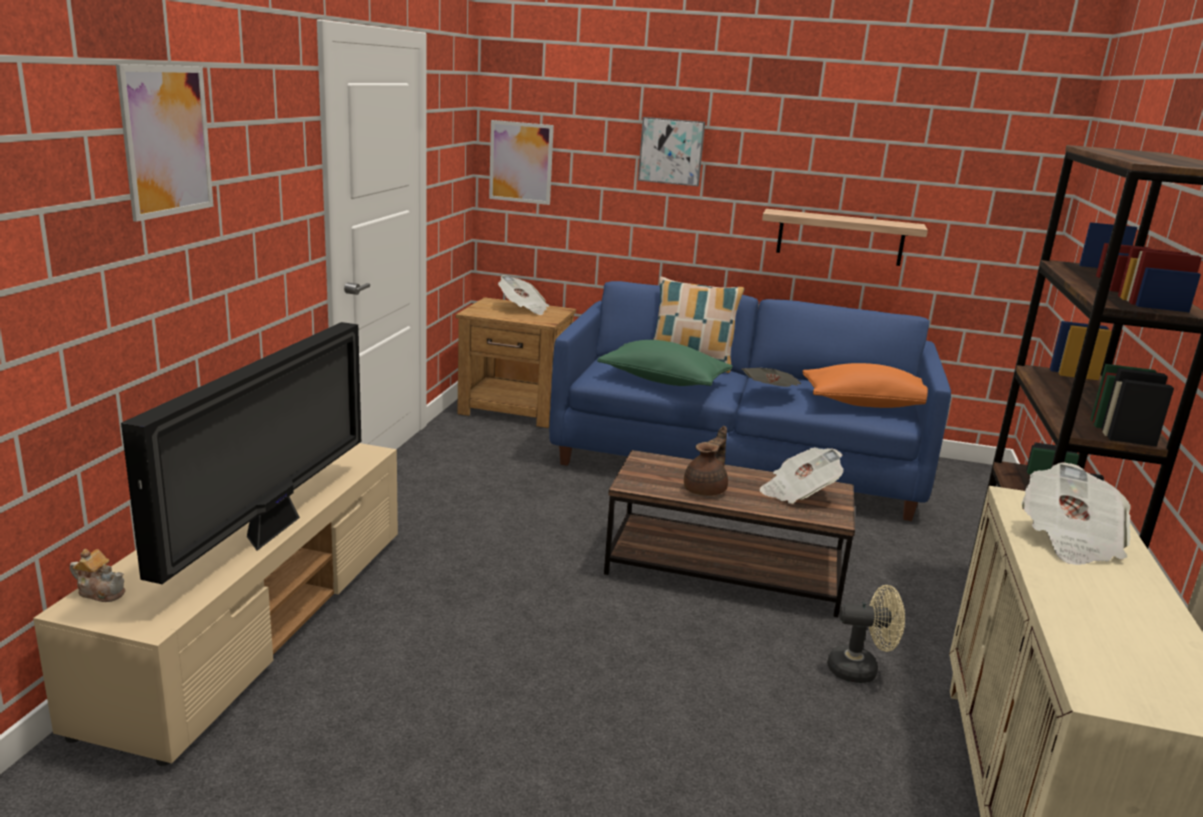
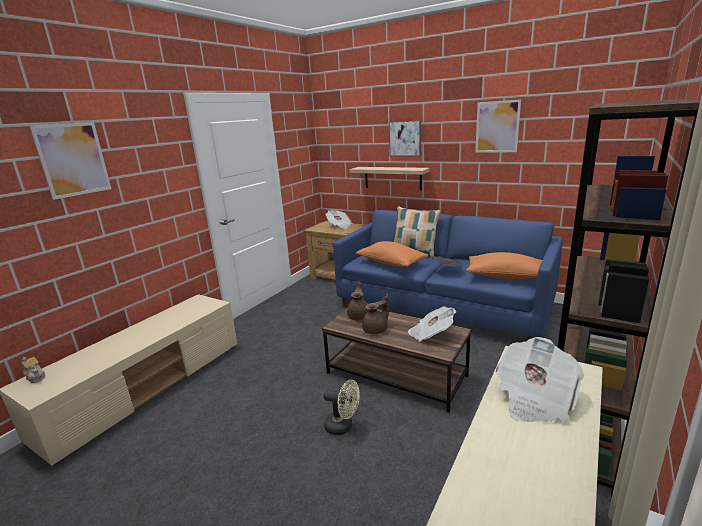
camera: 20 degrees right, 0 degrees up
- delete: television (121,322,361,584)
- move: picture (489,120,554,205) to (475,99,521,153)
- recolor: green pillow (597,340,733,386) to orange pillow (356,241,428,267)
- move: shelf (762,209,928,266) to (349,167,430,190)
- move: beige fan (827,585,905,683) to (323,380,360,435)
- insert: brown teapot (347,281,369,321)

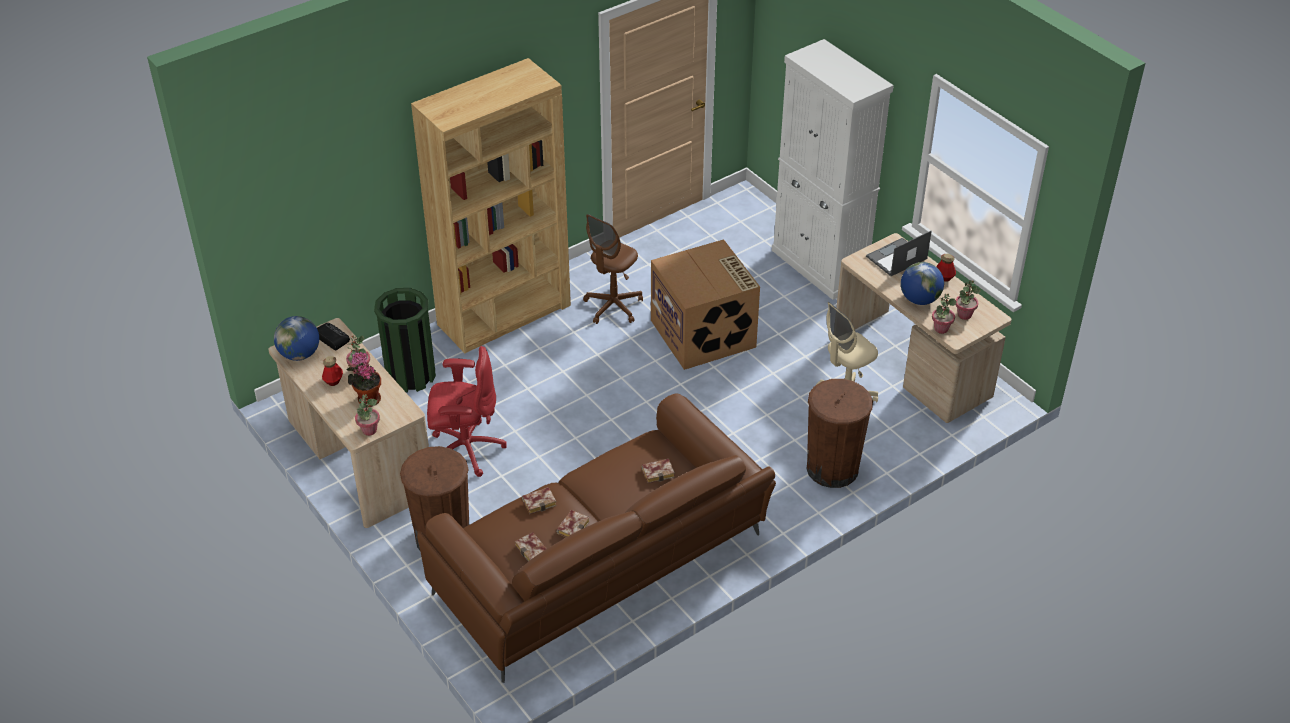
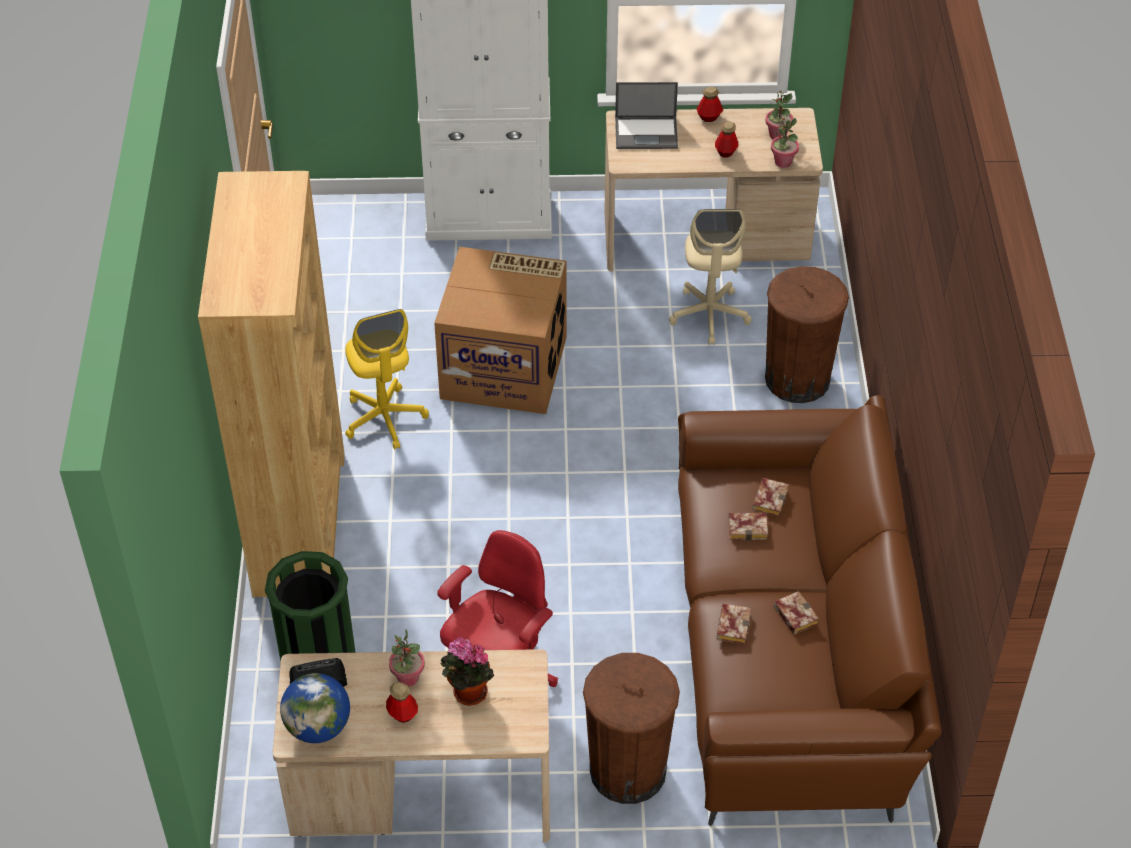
camera: 55 degrees left, 5 degrees up
- delete: potted plant (355,394,380,436)
- move: book (515,532,547,561) to (728,513,768,541)
- recolor: brown office chair (583,214,643,324) to yellow office chair (345,309,429,449)
- rotate: laptop (866,231,931,276) = (615,82,678,149) 90 degrees counterclockwise
- replace: globe (901,262,944,305) to bottle (715,121,738,157)

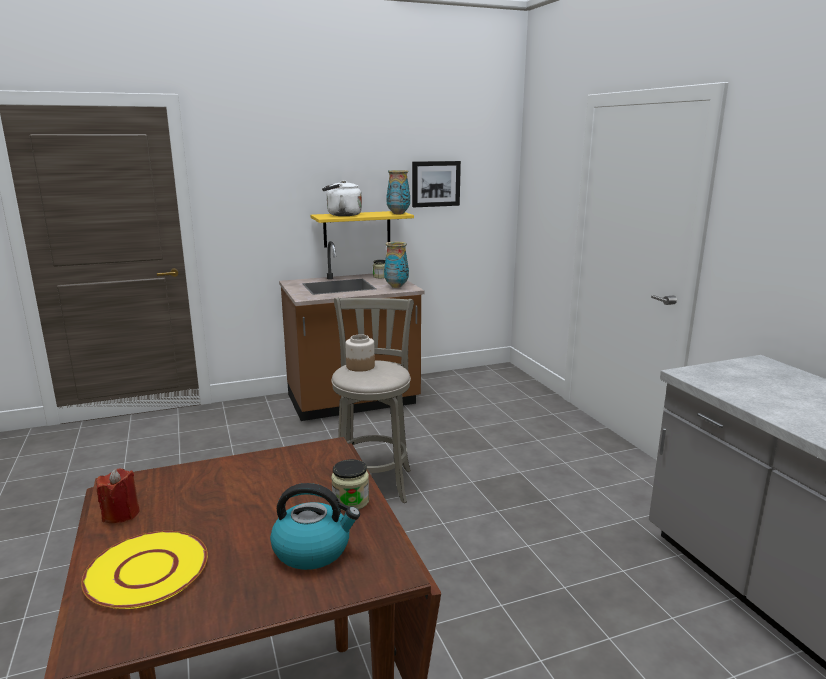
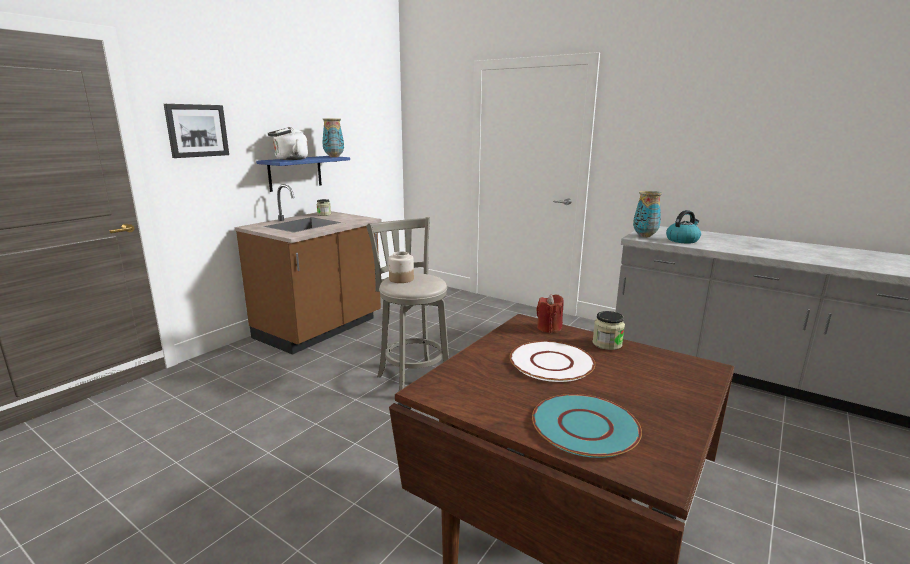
camera: 35 degrees left, 0 degrees up
- recolor: yellow plate (81,531,208,609) to turquoise plate (532,394,642,458)
- move: red candle (96,468,140,523) to (536,294,564,333)
- move: kettle (270,483,360,570) to (666,210,701,243)
- recolor: yellow shelf (310,211,414,248) to blue shelf (256,156,350,192)
- move: vase (384,242,409,288) to (633,191,662,237)
- move: picture (412,161,461,207) to (164,104,229,158)
- insert: white plate (510,341,595,382)

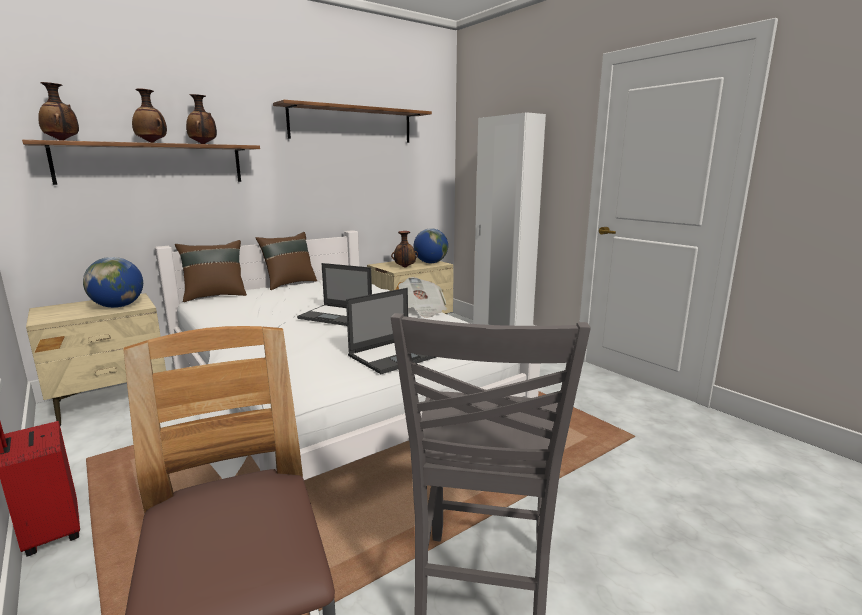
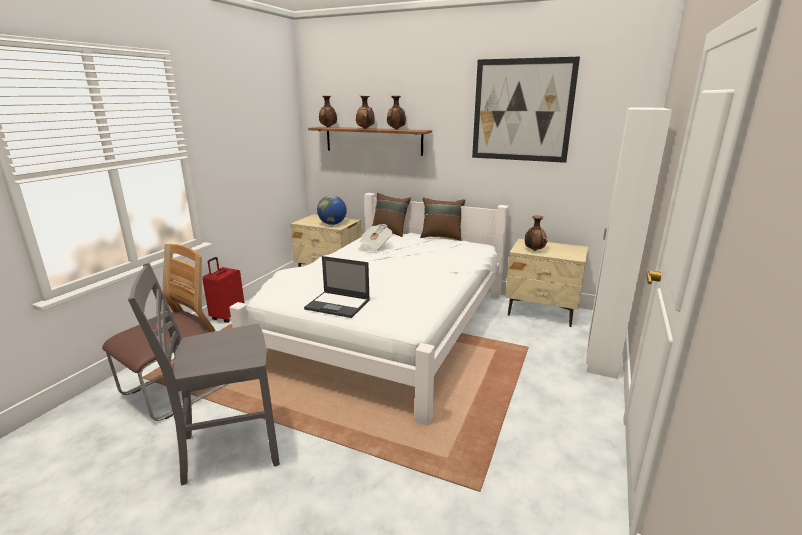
camera: 60 degrees right, 5 degrees up
- replace: shelf (273,100,432,143) to picture (472,57,580,163)
- delete: laptop (297,263,372,326)
- move: newspaper (398,277,447,318) to (358,224,392,252)
- delete: globe (414,228,448,263)

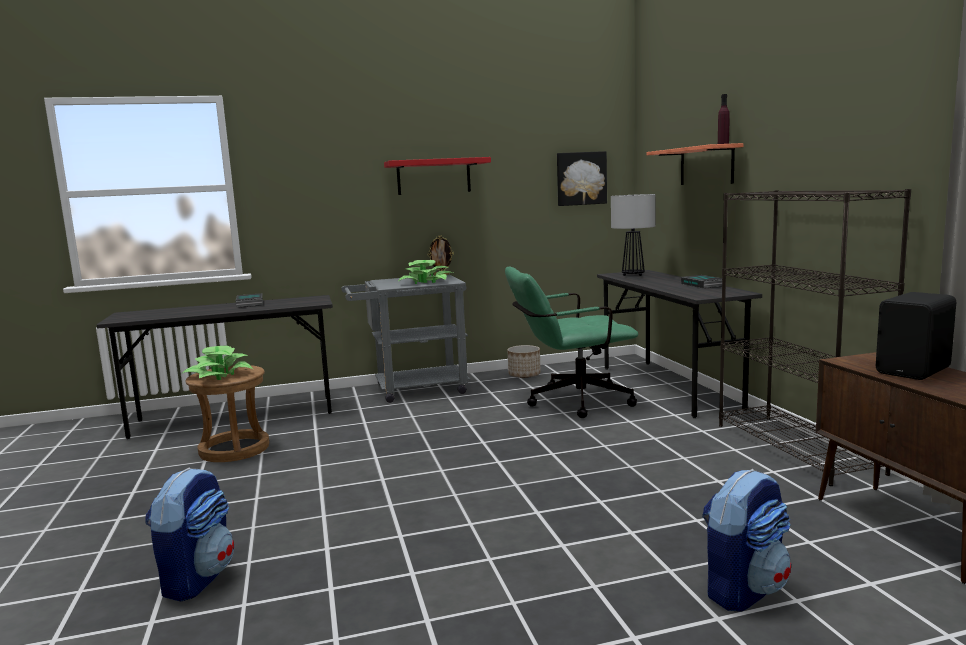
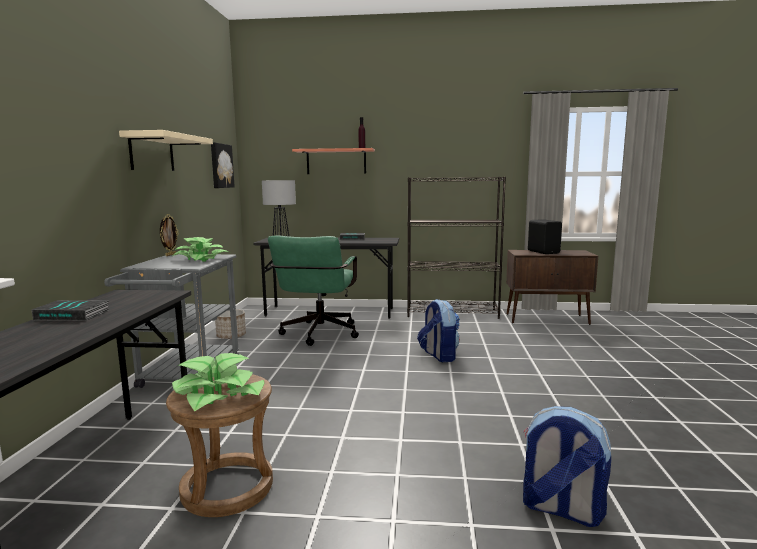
camera: 70 degrees left, 0 degrees up
- recolor: red shelf (384,157,491,195) to beige shelf (119,130,213,171)
- move: backpack (702,469,791,612) to (417,299,460,362)

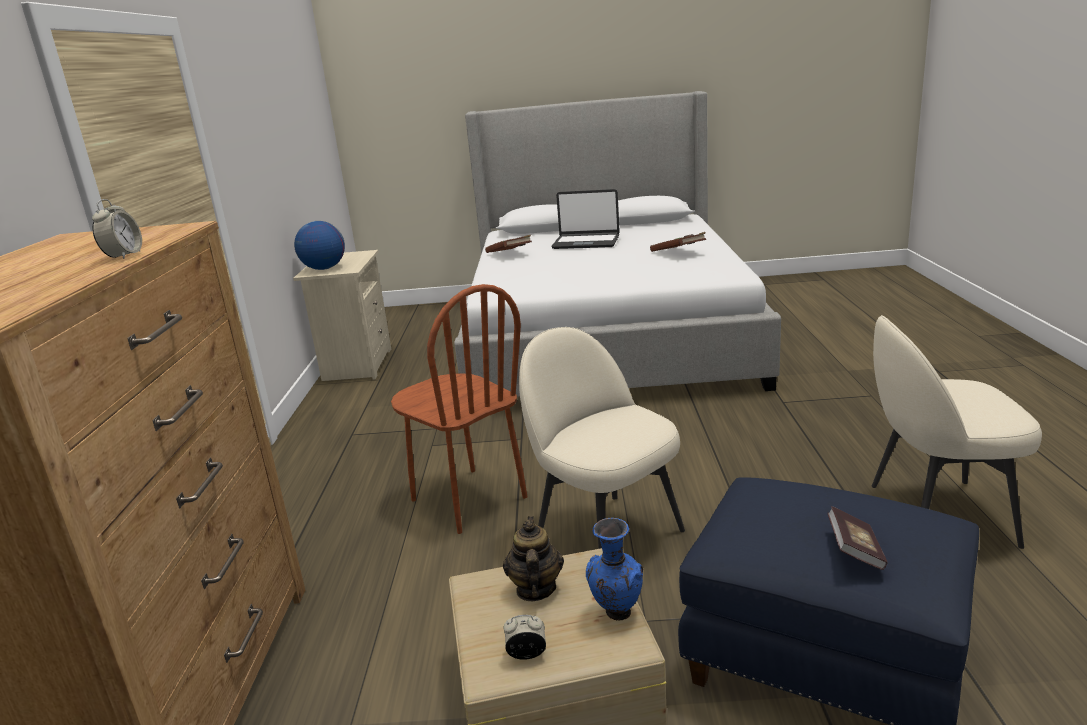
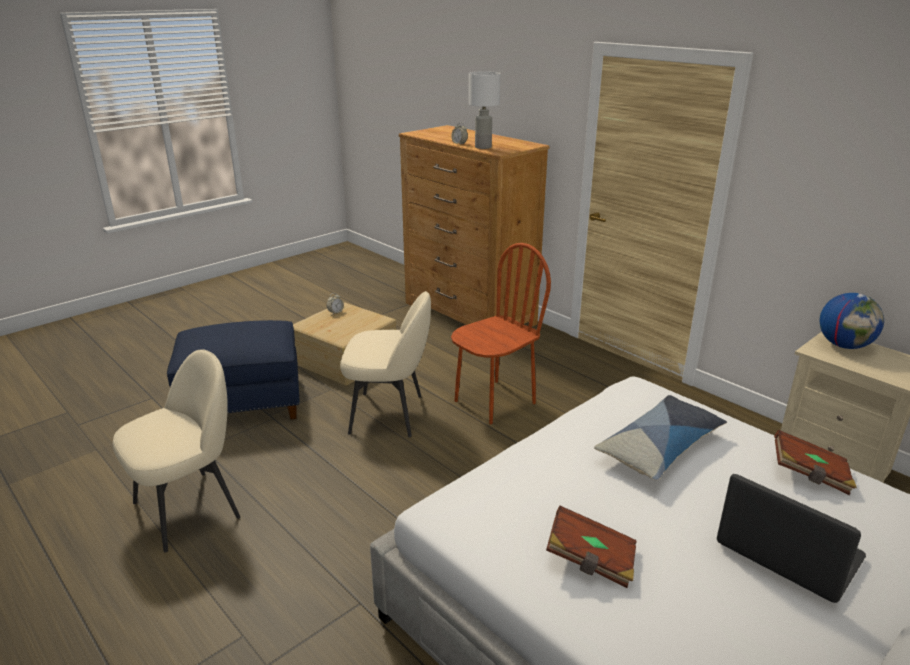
camera: 135 degrees right, 5 degrees up
- rotate: brown chair (391,284,528,534) = (451,243,551,424) 135 degrees clockwise
- delete: teapot (503,516,564,601)
- rotate: laptop (551,189,620,249) = (717,474,866,603) 75 degrees clockwise
- delete: blue vase (586,518,643,620)
- delete: book (828,506,888,570)
- insert: white table lamp (469,71,500,149)
- insert: pillow (594,395,727,480)

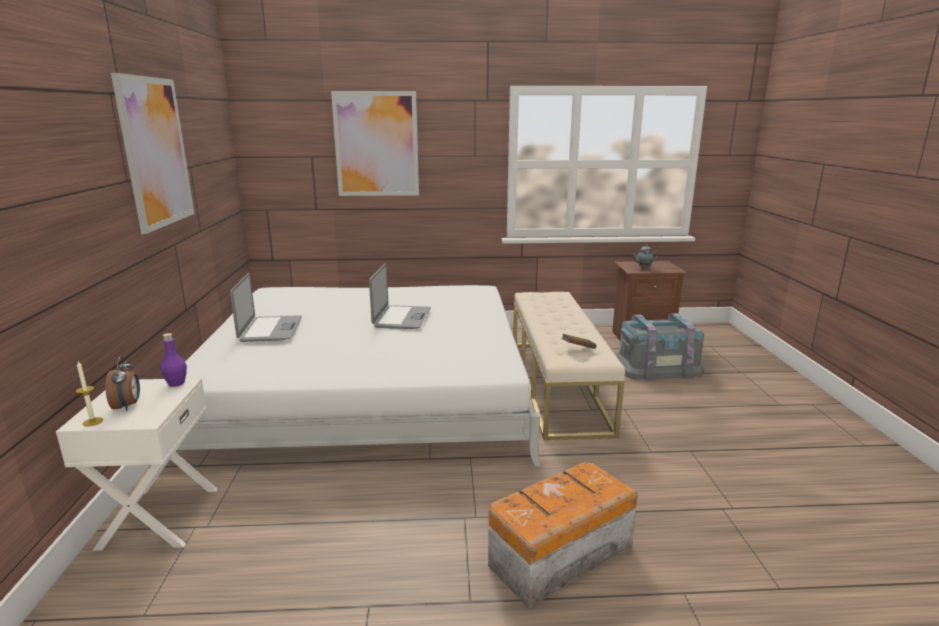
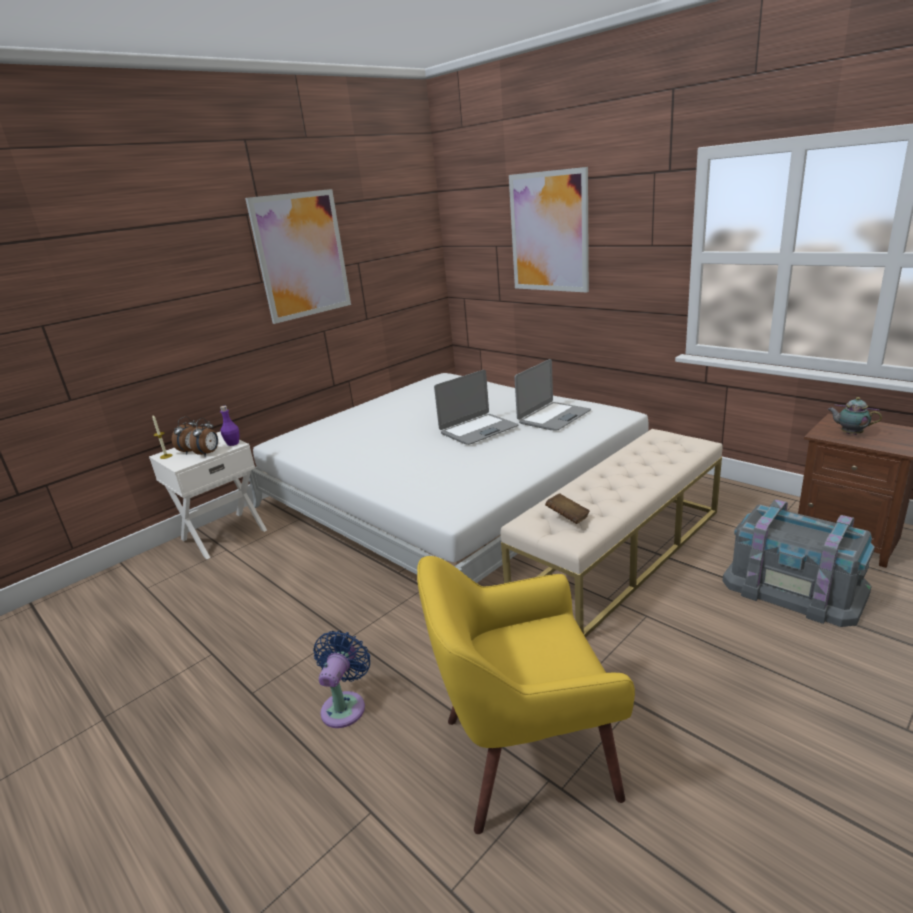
camera: 50 degrees right, 5 degrees up
- move: laptop (230,273,302,342) to (514,359,591,430)
- replace: storage box (488,462,638,608) to blue fan (313,630,370,728)
- insert: alarm clock (189,418,218,456)
- insert: yellow armchair (417,556,635,834)

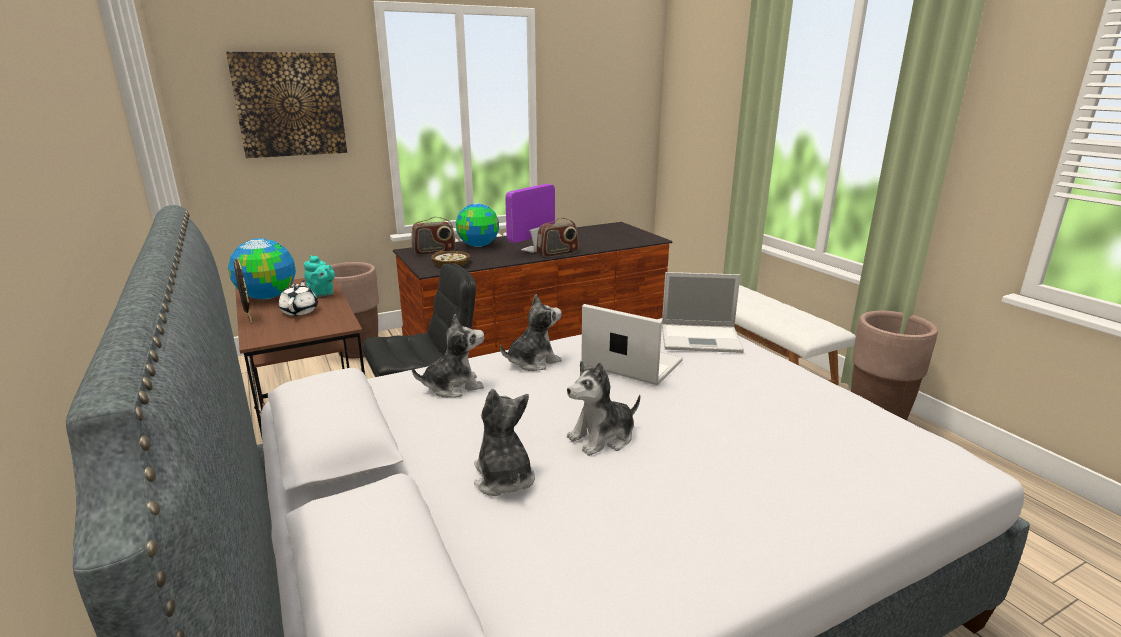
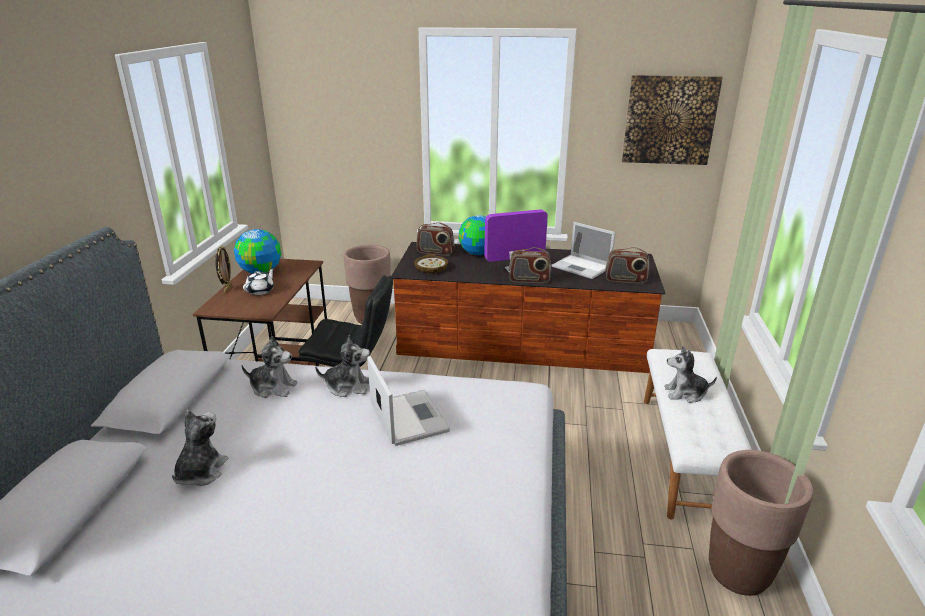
camera: 35 degrees right, 5 degrees up
- move: picture (226,52,347,158) to (622,75,723,165)
- delete: turquoise teapot (304,255,335,297)
- move: plush toy (567,361,640,456) to (664,346,717,403)
- move: laptop (662,272,744,353) to (551,222,616,279)
- insert: radio (605,247,649,284)

